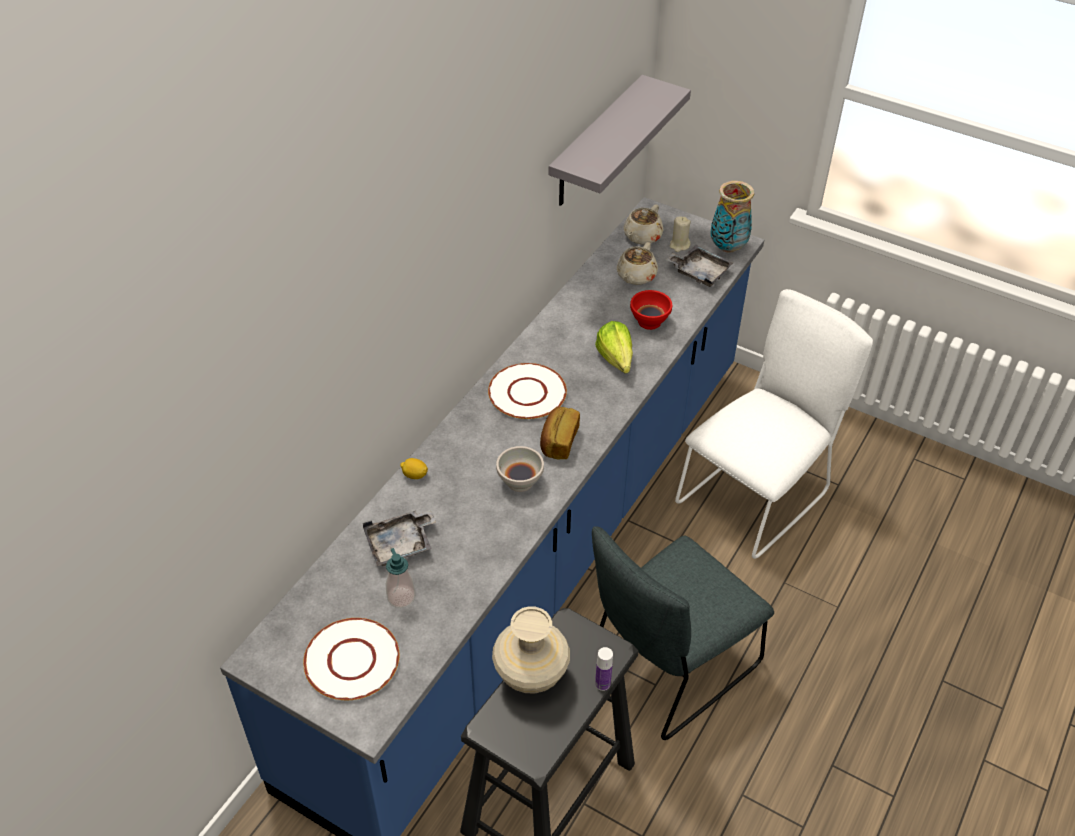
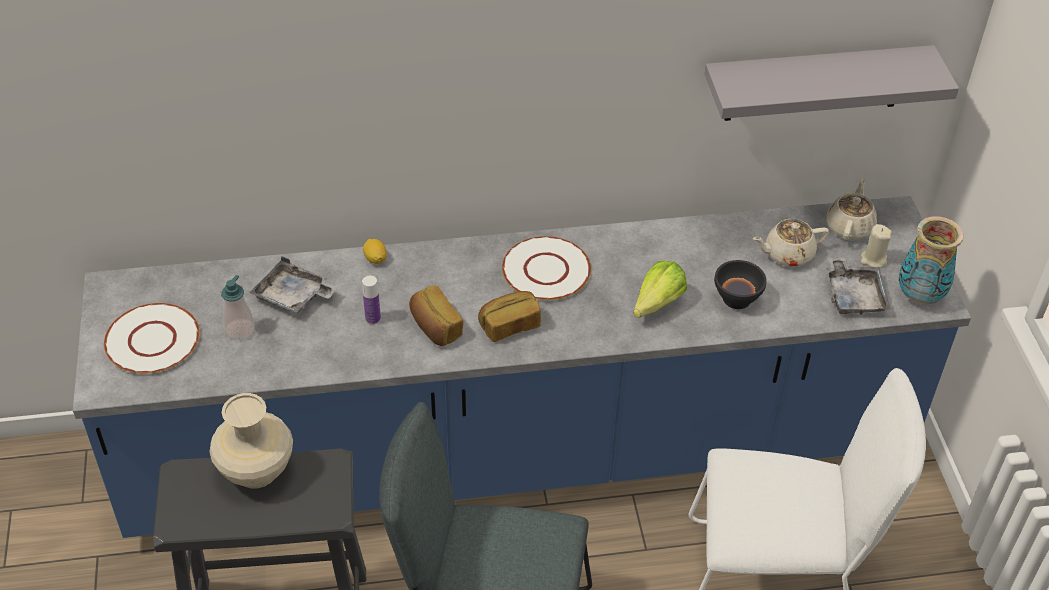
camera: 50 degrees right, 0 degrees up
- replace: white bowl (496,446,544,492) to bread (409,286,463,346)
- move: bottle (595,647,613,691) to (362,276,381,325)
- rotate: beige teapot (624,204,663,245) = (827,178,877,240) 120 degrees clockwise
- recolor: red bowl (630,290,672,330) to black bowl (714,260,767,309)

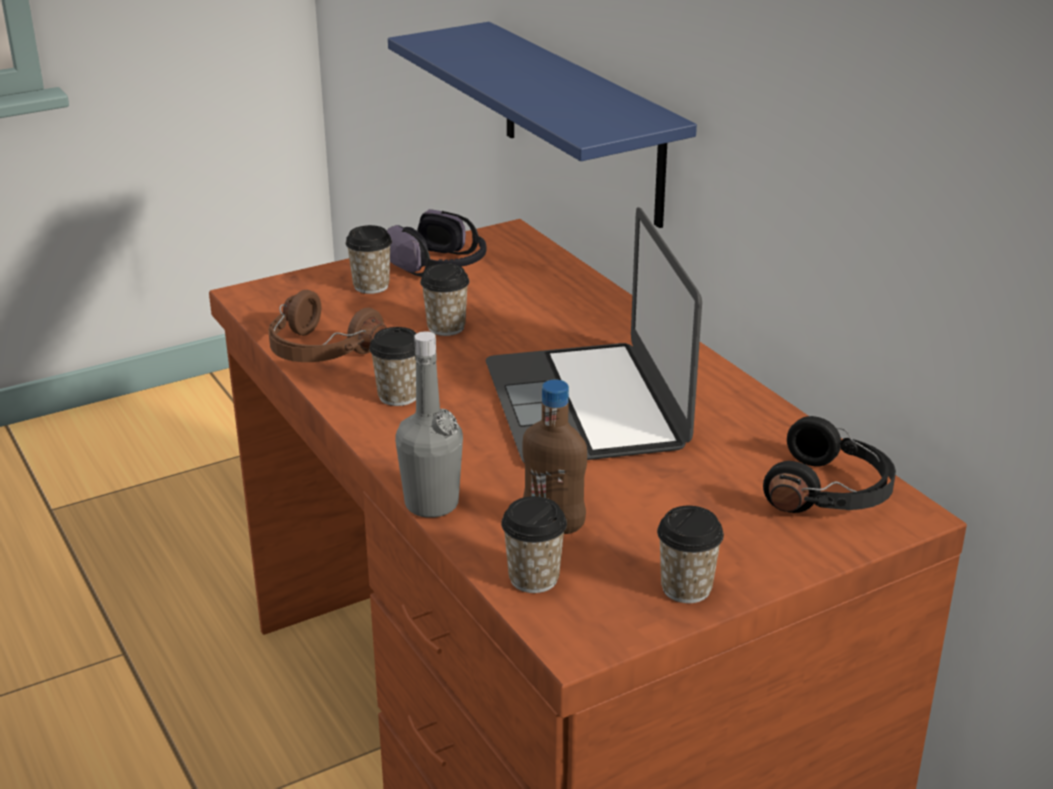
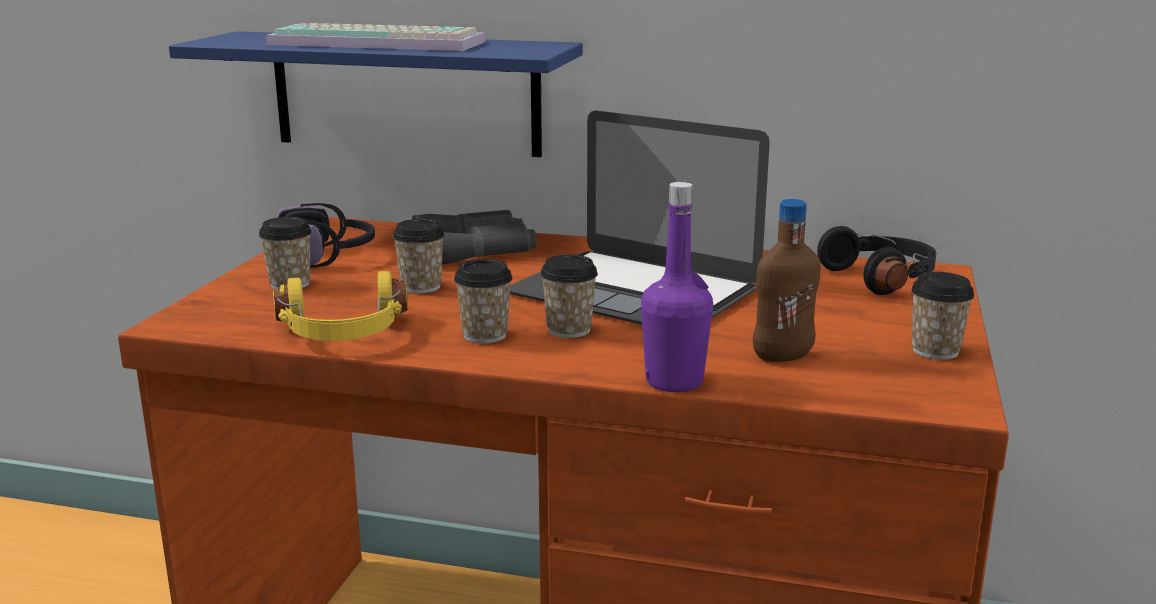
camera: 45 degrees left, 10 degrees down
- recolor: brown headphones (268,290,387,362) to yellow headphones (273,271,408,341)
- recolor: grey bottle (395,331,463,518) to purple bottle (641,182,713,392)
- move: cup (501,496,567,593) to (540,254,598,338)
- insert: keyboard (266,23,485,51)
- insert: grey binoculars (412,210,537,264)

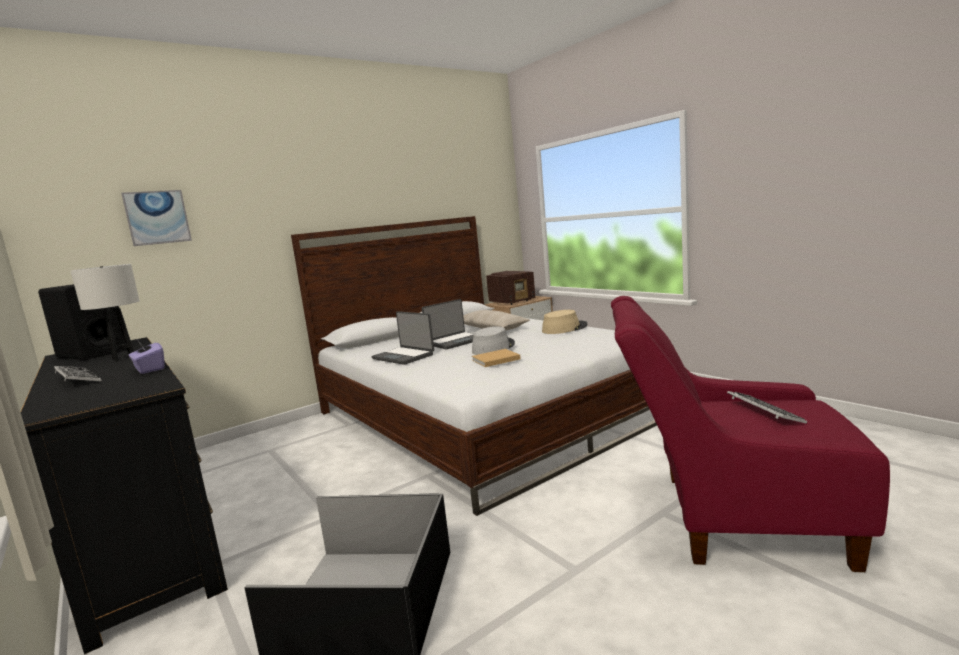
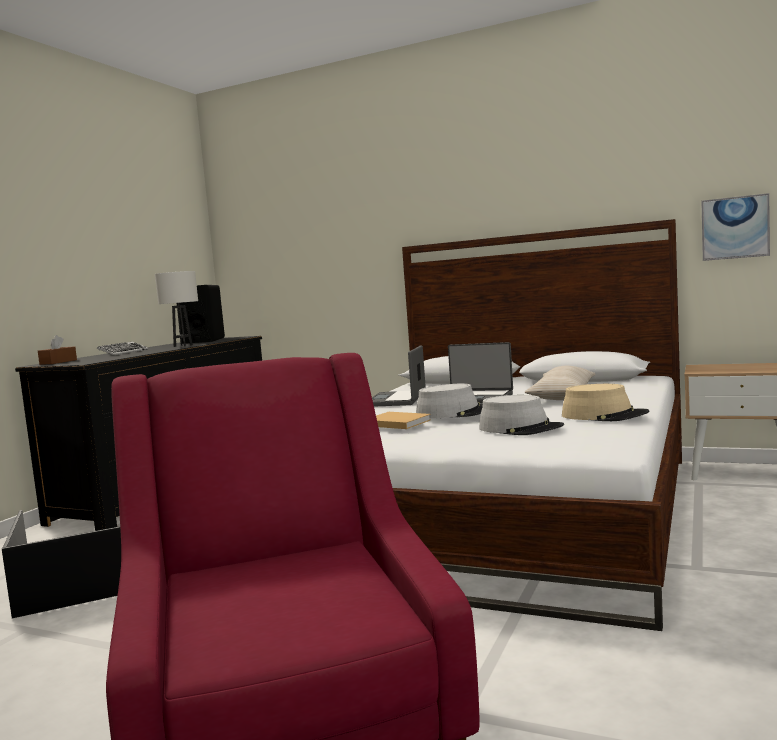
camera: 60 degrees right, 5 degrees down
- move: picture (121,190,192,246) to (701,193,770,261)
- delete: purple tissue box (129,339,164,374)
- delete: radio (486,271,535,305)
- delete: keyboard (727,391,807,424)
- insert: brown tissue box (38,335,77,365)
- insert: grey hat (479,395,564,435)

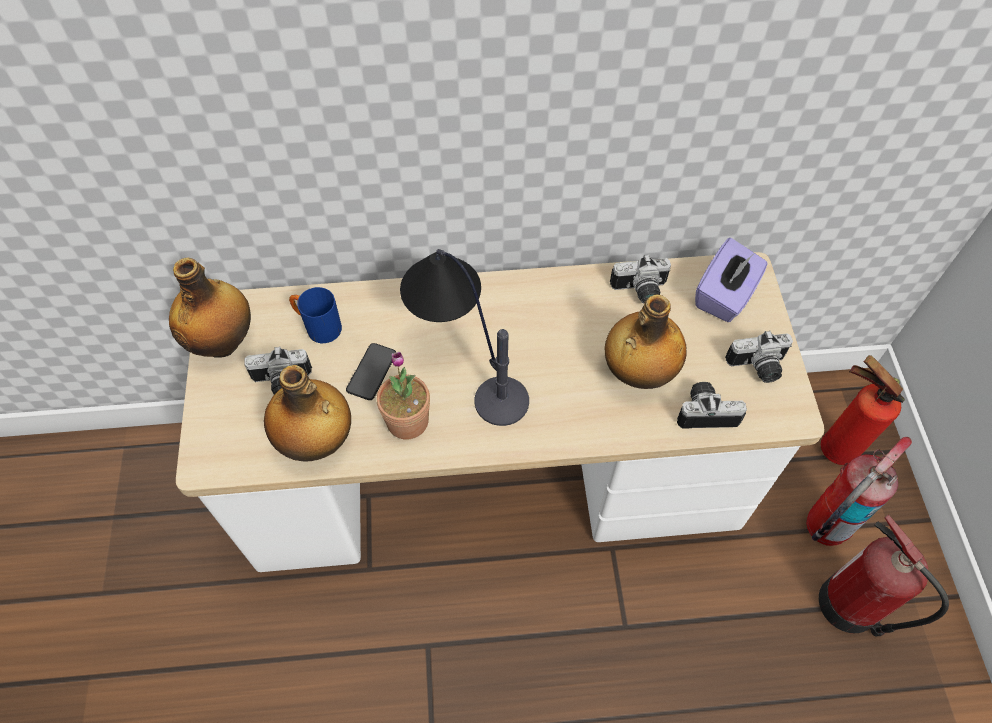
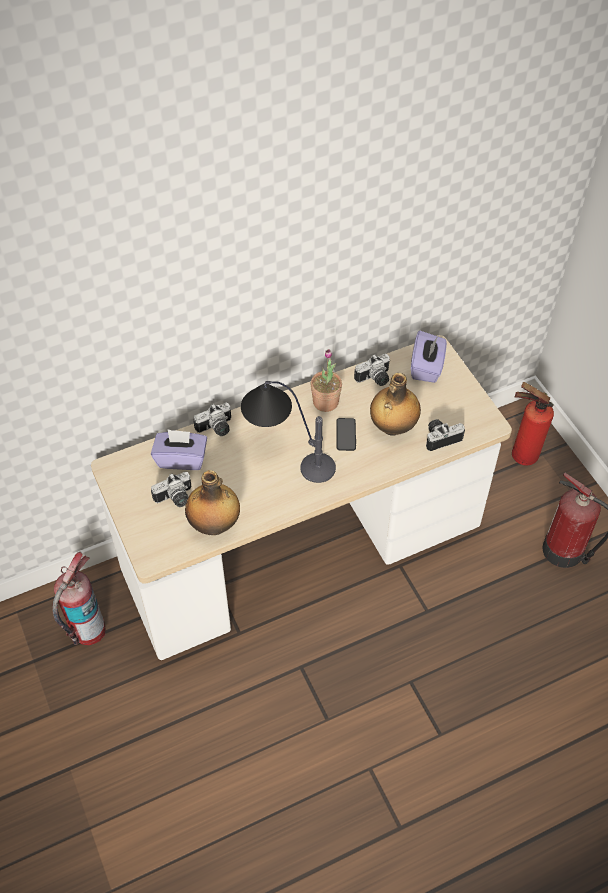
camera: 20 degrees left, 5 degrees down
- delete: bottle (169,258,251,358)
- replace: blue mug (289,287,342,343) to purple tissue box (151,429,207,470)
- move: phone (346,343,396,400) to (336,418,356,451)
- move: potted plant (377,352,430,440) to (311,349,342,412)
- move: photo camera (725,331,793,383) to (193,403,231,436)
- move: fire extinguisher (806,437,912,546) to (52,552,106,645)

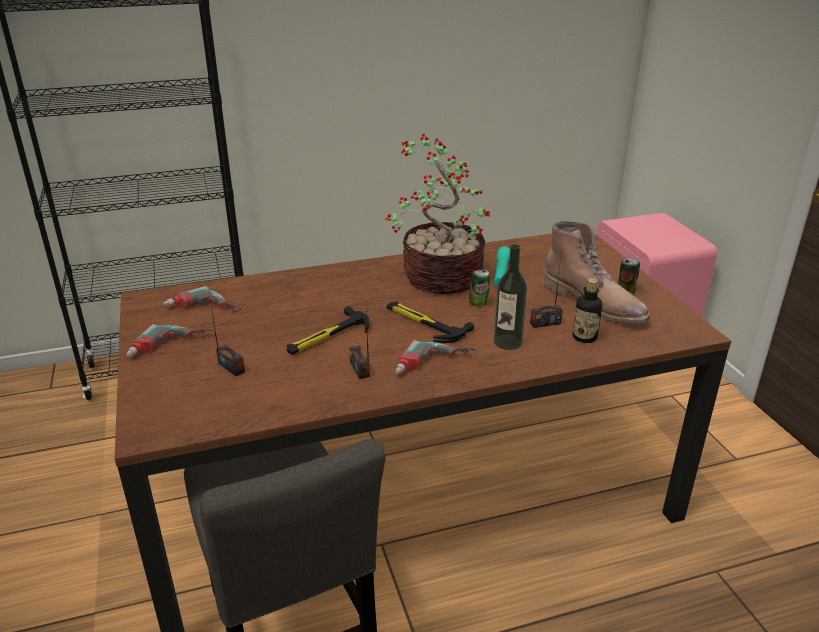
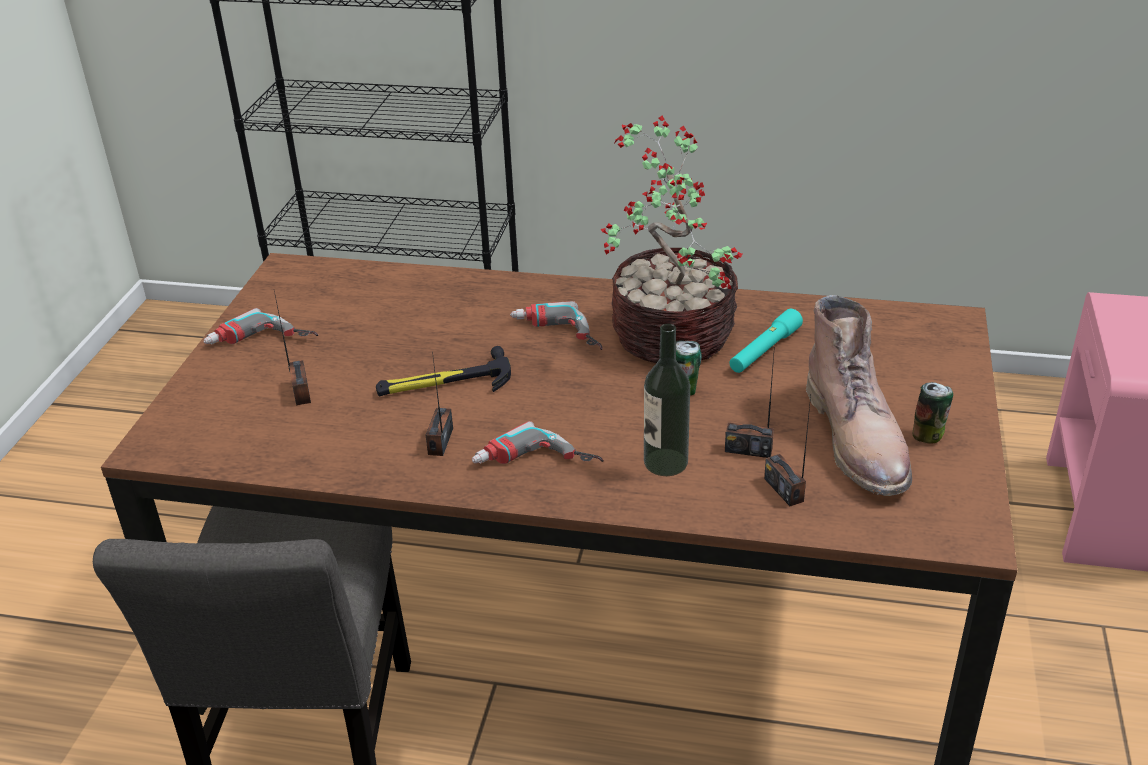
camera: 30 degrees right, 5 degrees up
- move: power drill (163,286,241,310) to (510,301,602,350)
- delete: hammer (387,302,474,343)
- replace: bottle (573,278,602,343) to radio (764,396,811,506)

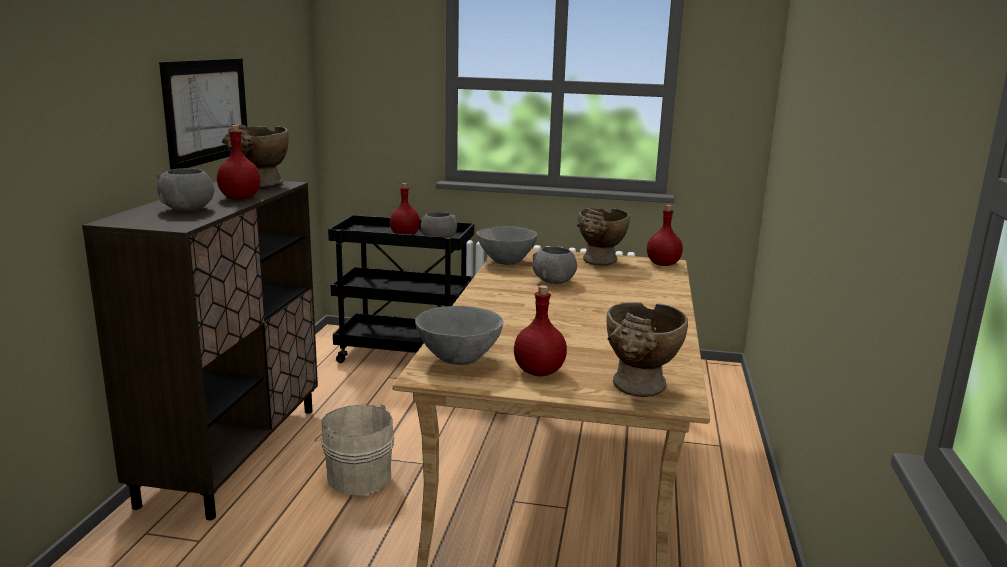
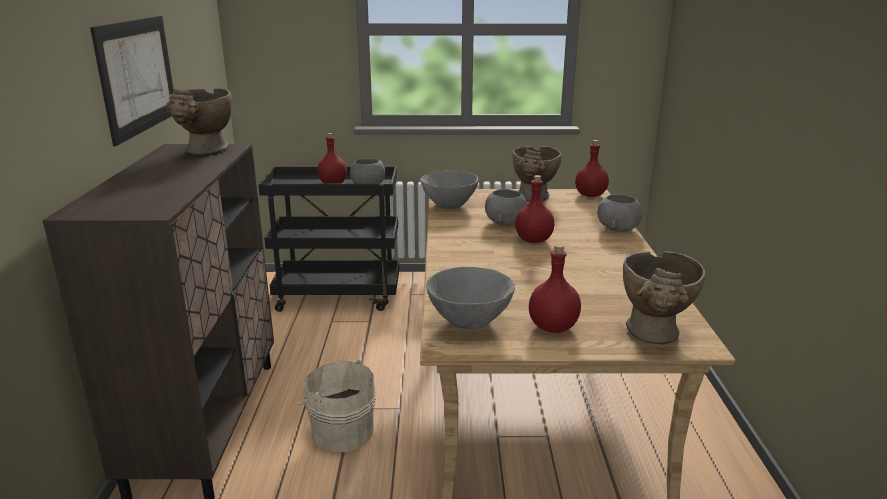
camera: 10 degrees left, 5 degrees up
- move: grey bowl (157,168,214,212) to (597,194,643,232)
- move: red bottle (217,125,260,199) to (515,175,554,243)

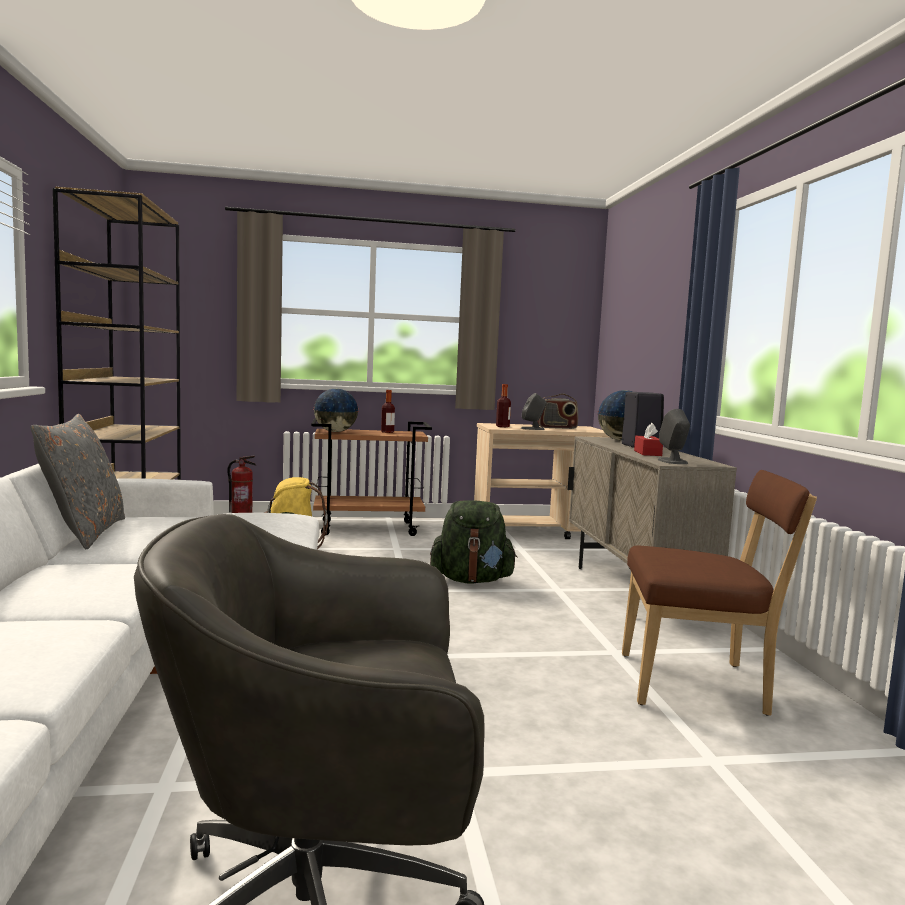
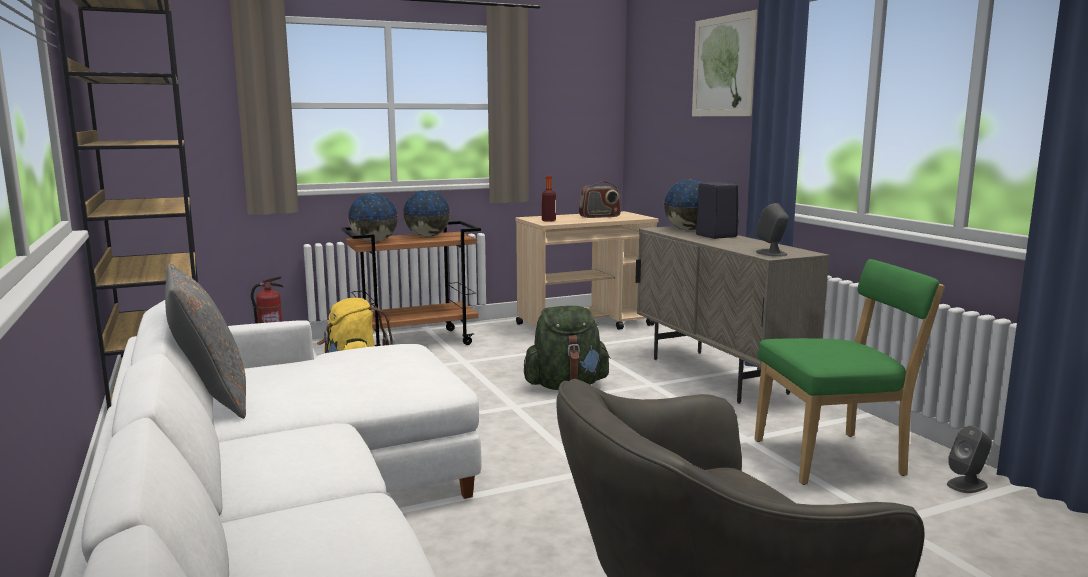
camera: 15 degrees left, 5 degrees up
- replace: bottle (381,390,395,433) to globe (402,190,451,237)
- move: grey speaker (521,393,547,430) to (947,426,992,493)
- recolor: brown chair (622,470,817,716) to green chair (755,259,945,485)
- delete: red tissue box (634,423,663,456)
- insert: picture (692,10,757,116)

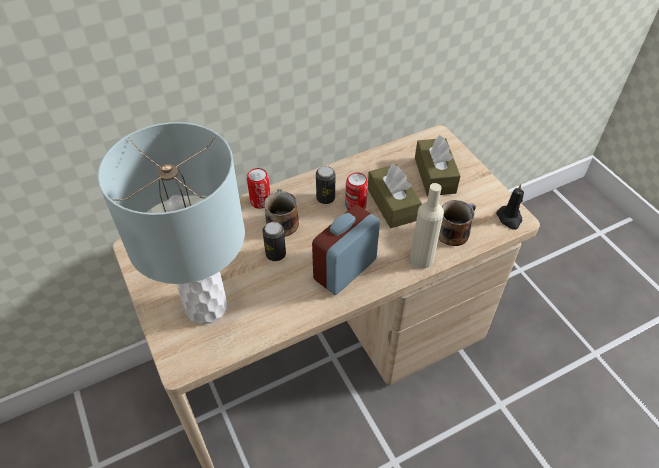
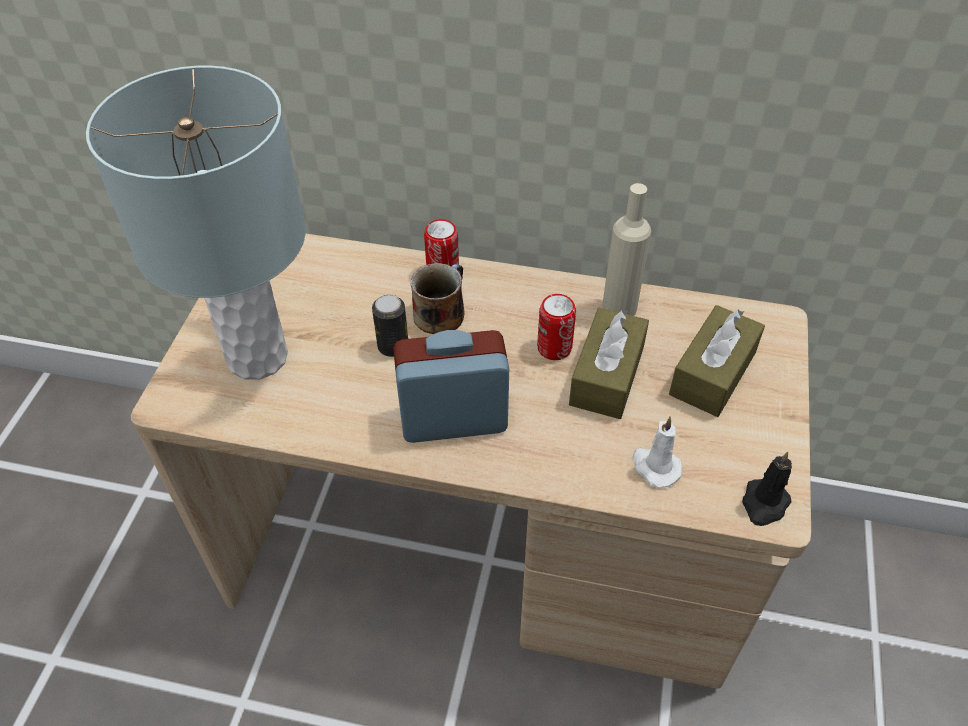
camera: 40 degrees right, 0 degrees up
- delete: can (316,166,335,204)
- move: beige bottle (410,183,444,269) to (602,183,651,316)
- replace: mug (438,200,476,246) to white candle (633,417,682,488)

